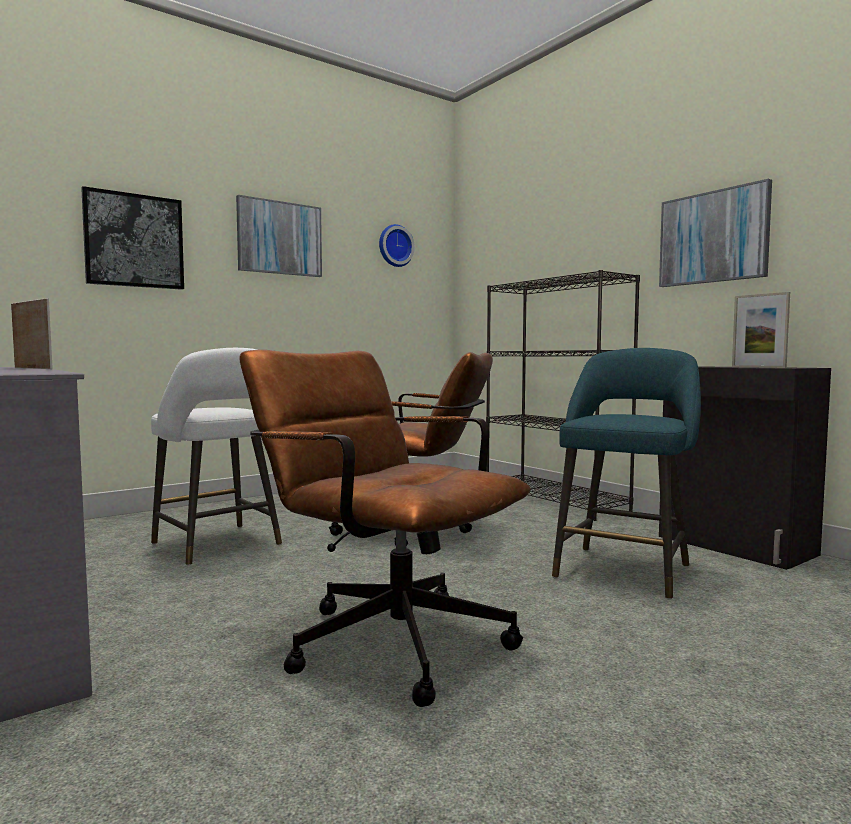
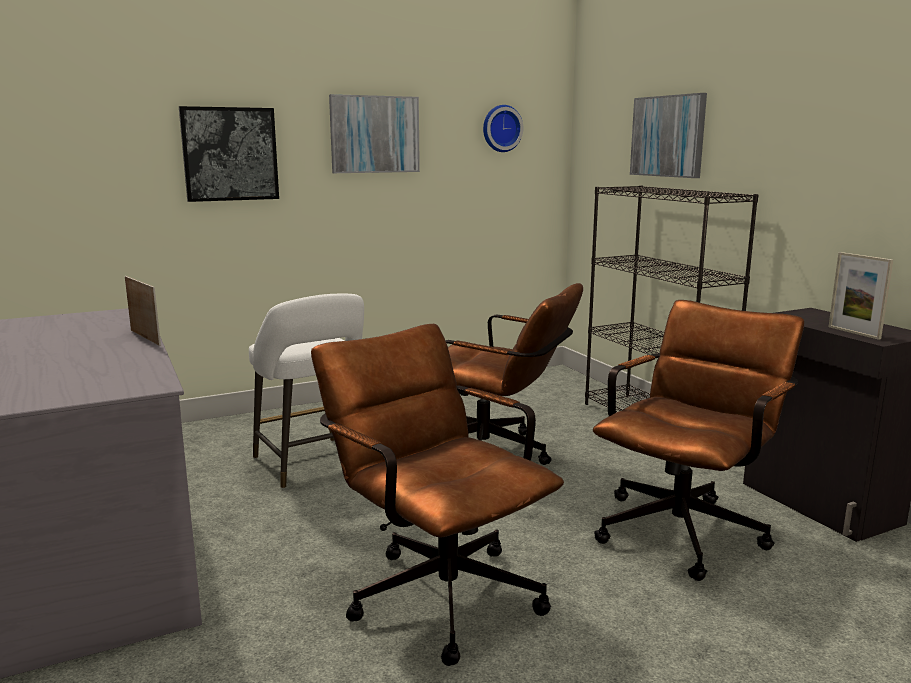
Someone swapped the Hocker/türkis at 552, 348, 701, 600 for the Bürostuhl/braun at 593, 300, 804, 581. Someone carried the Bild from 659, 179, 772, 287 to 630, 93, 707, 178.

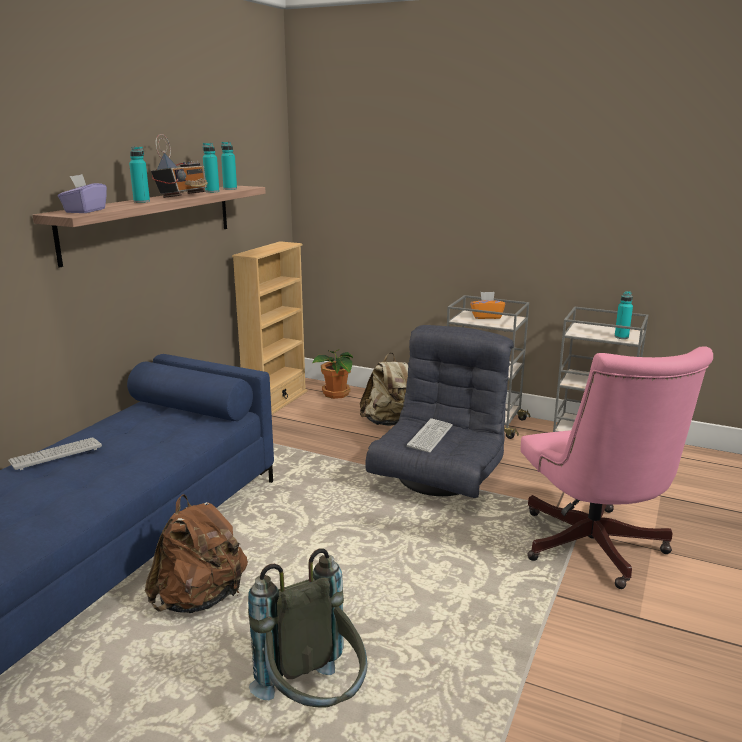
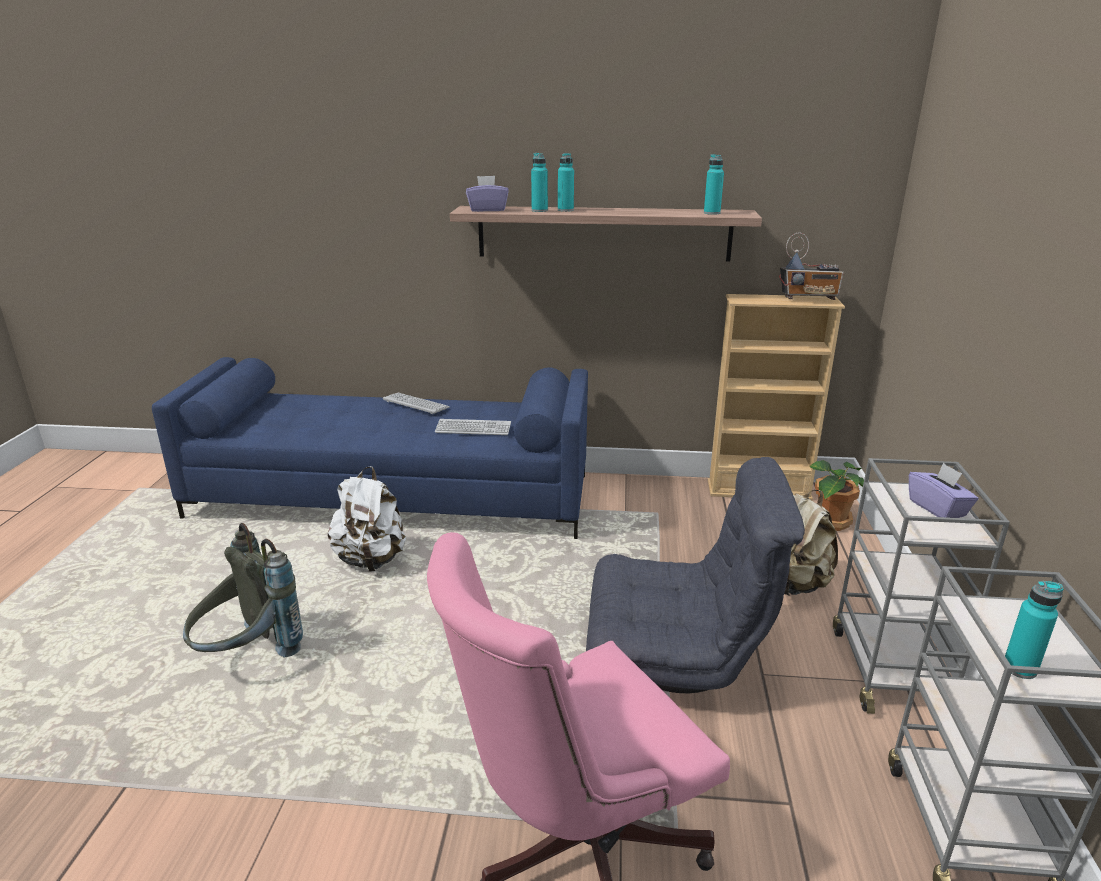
Someone repainted the Rucksack/braun at 145, 495, 248, 613, which became the Rucksack/weiß at 328, 466, 406, 572. Someone carried the Radio from 151, 134, 208, 198 to 779, 233, 844, 300. Someone carried the Flasche/türkis from 203, 143, 220, 193 to 531, 153, 548, 212. Someone carried the Tastatur from 407, 418, 453, 453 to 435, 419, 511, 435. Someone repainted the Taschentuchbox/orange at 470, 292, 505, 319, which became the Taschentuchbox/lila at 909, 463, 978, 518.

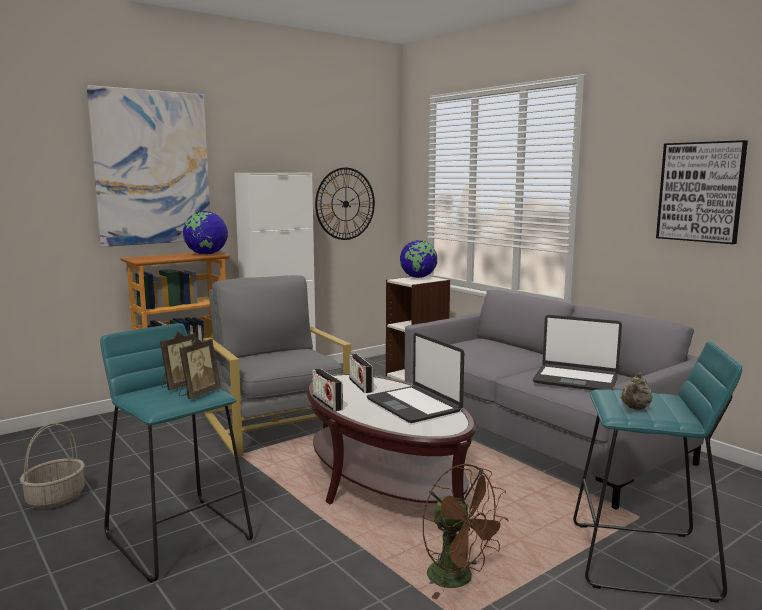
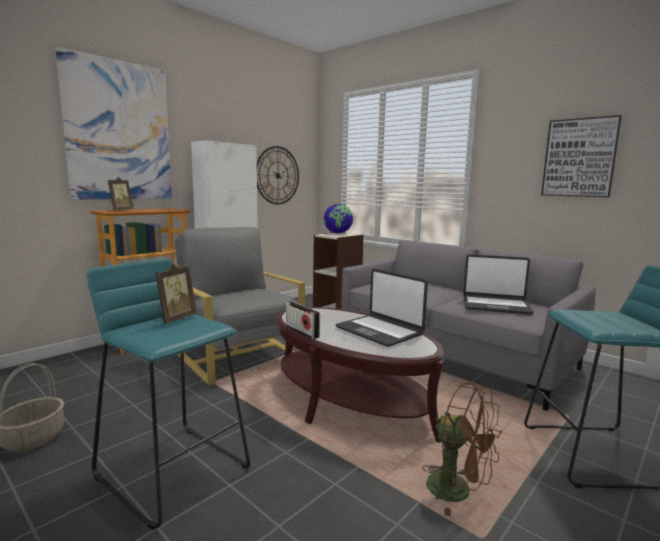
Someone carried the Bilderrahmen from 179, 337, 220, 399 to 108, 177, 134, 211. Someone took away the Globus at 183, 211, 228, 255. Someone took away the Radio at 349, 354, 373, 393. Someone took away the Teekanne/beige at 621, 373, 652, 410.

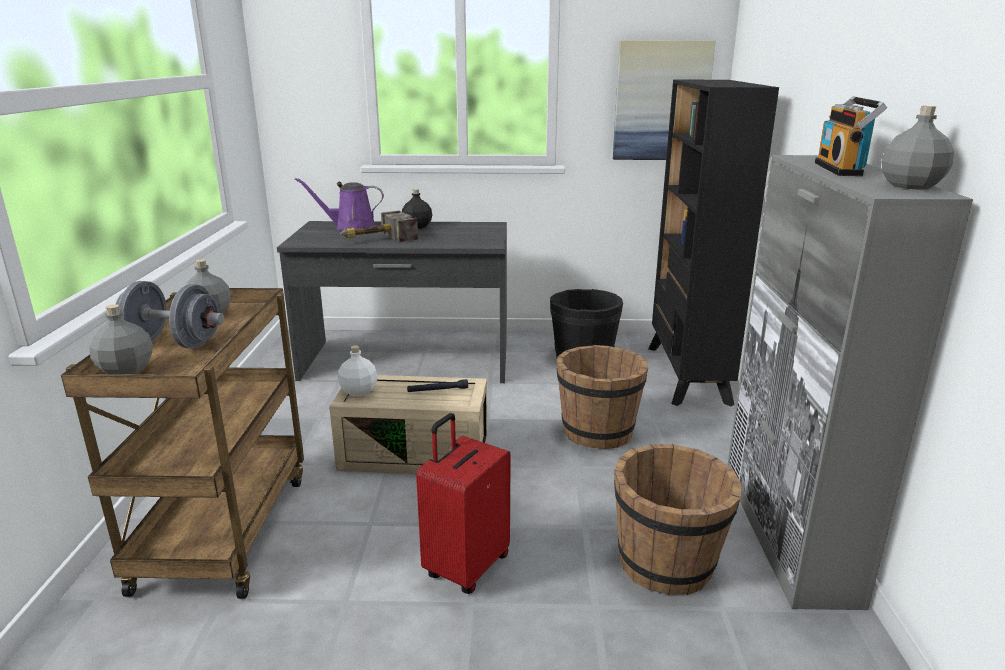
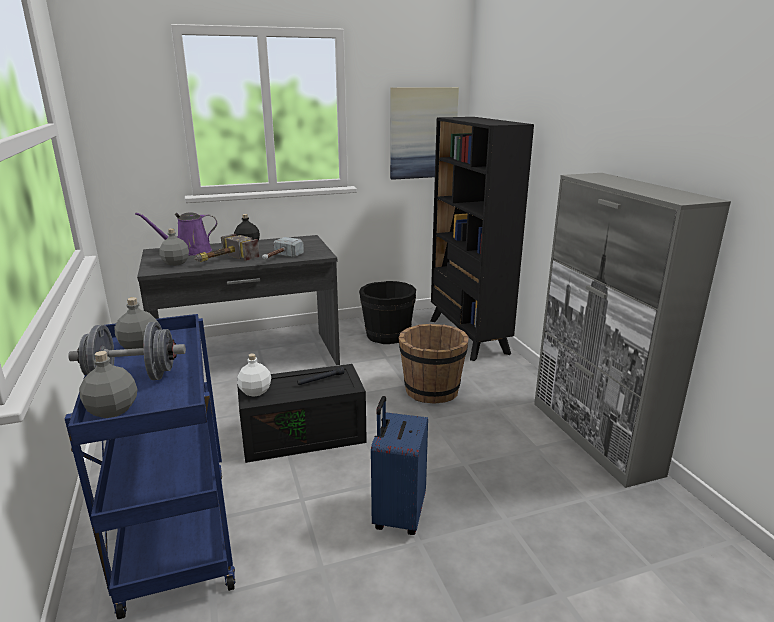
Someone repainted the Rollwagen/braun at 61, 288, 304, 599, which became the Rollwagen/blau at 65, 314, 236, 619. Someone repainted the Aufbewahrungsbox/beige at 329, 375, 487, 474, which became the Aufbewahrungsbox/schwarz at 237, 364, 367, 463. Someone repainted the Koffer/rot at 416, 413, 511, 594, which became the Koffer/blau at 371, 396, 428, 535. Someone took away the Eimer/braun at 614, 444, 742, 595. Someone took away the Radio at 815, 96, 887, 176. Someone carried the Flasche/grau from 881, 106, 954, 190 to 159, 228, 189, 266. Someone put down the Hammer at 262, 237, 304, 260.

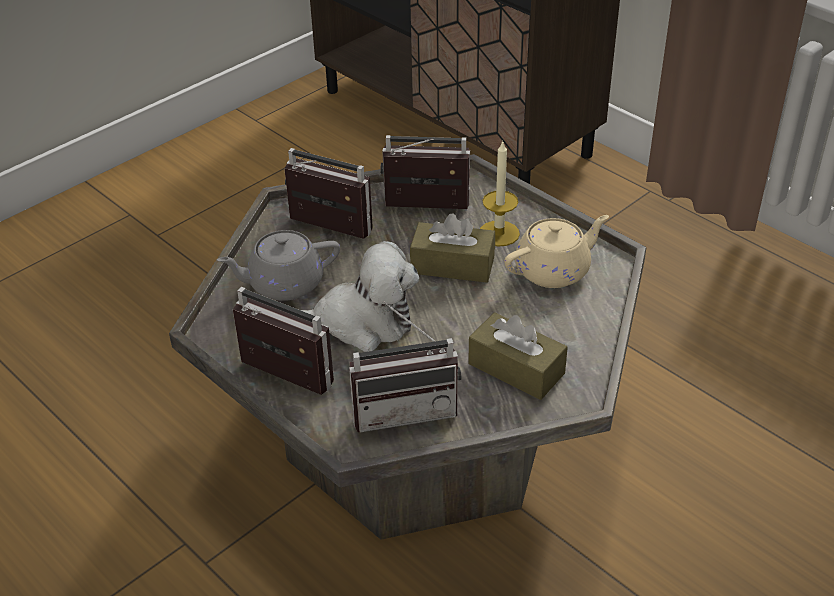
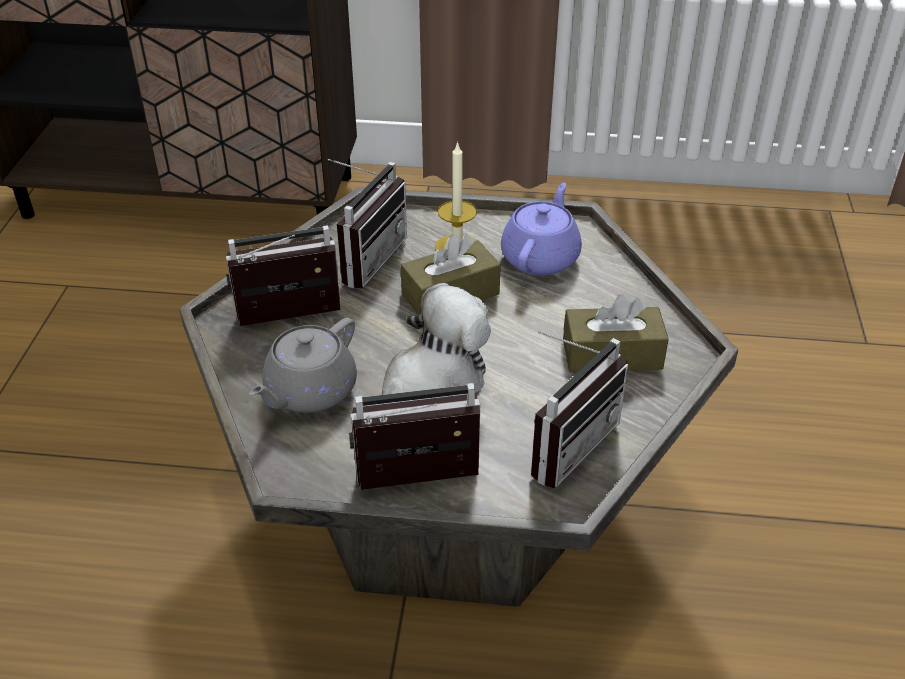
Someone rotated the Radio at 380, 135, 470, 209 by 150 degrees clockwise. Someone repainted the Teekanne/beige at 504, 215, 609, 288, which became the Teekanne/lila at 501, 183, 582, 275.

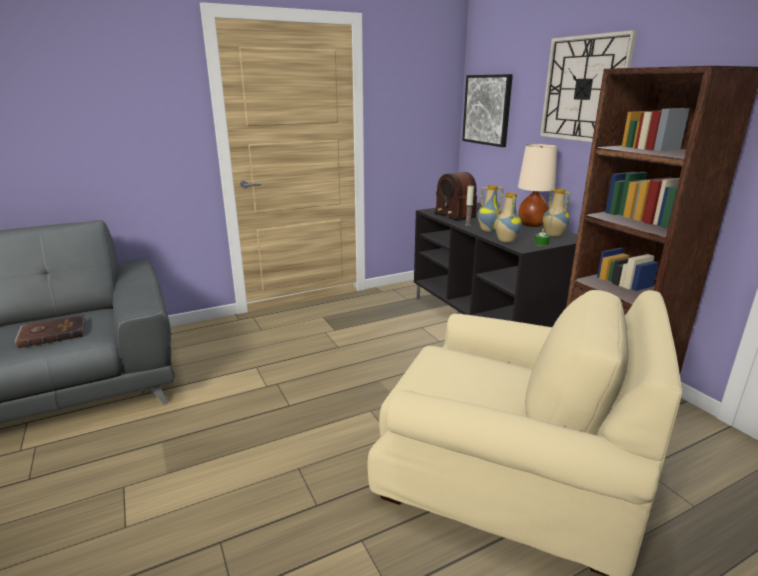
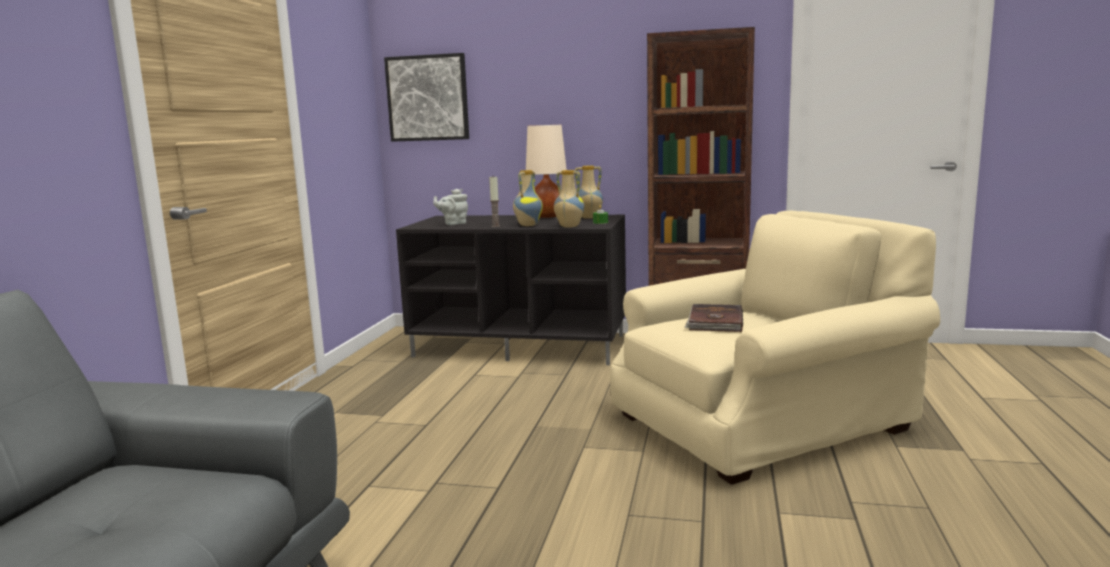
Someone carried the Buch/braun from 15, 315, 86, 348 to 684, 304, 743, 332. Someone swapped the Radio at 434, 172, 478, 221 for the Teekanne/grau at 433, 189, 468, 225. Someone took away the Wanduhr at 540, 30, 637, 142.

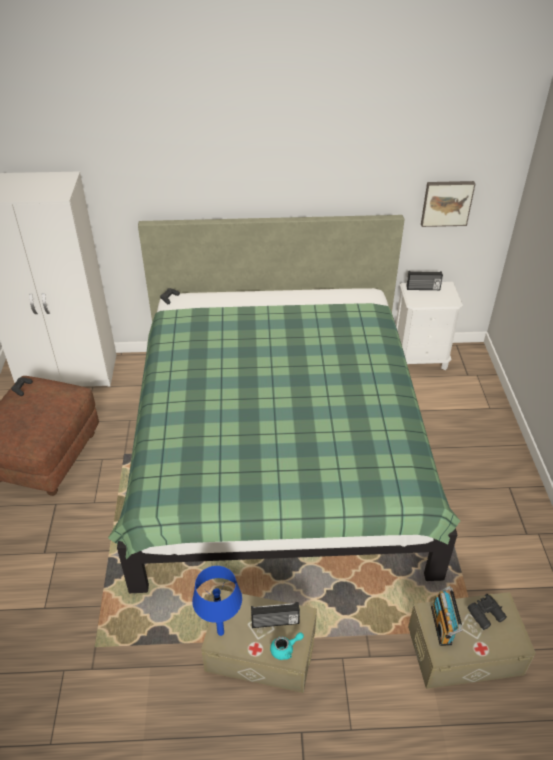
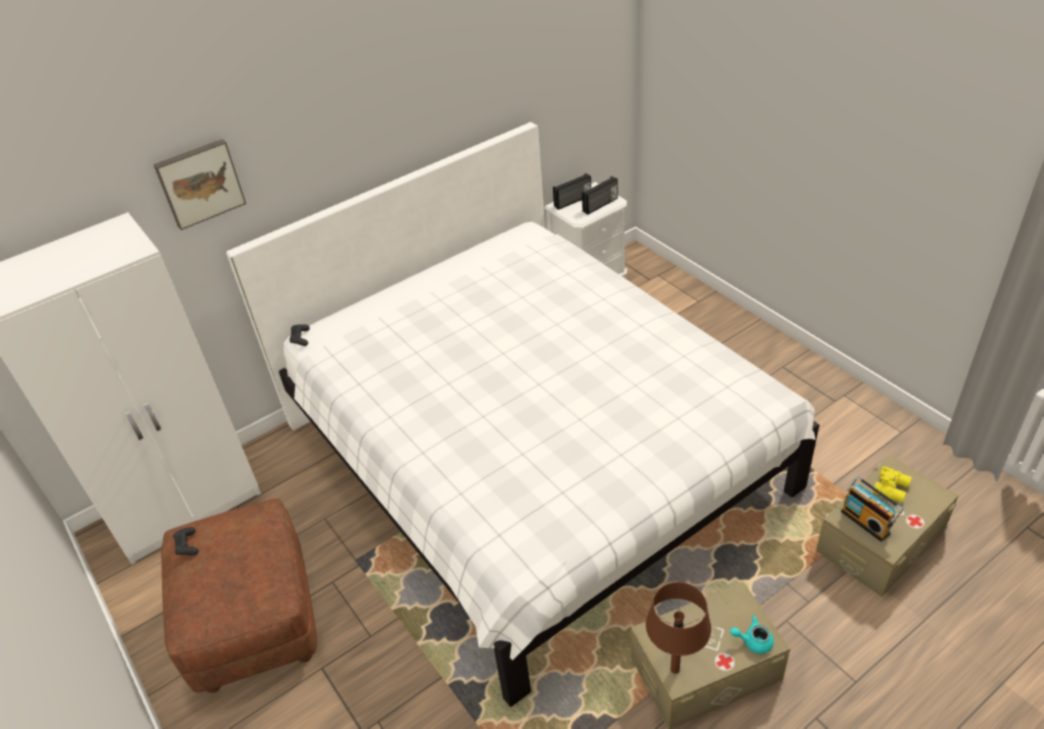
Someone repainted the Bett/grün at 108, 215, 460, 593, which became the Bett/weiß at 226, 122, 819, 707. Someone repainted the Tischlampe/blau at 192, 566, 242, 636, which became the Tischlampe/braun at 646, 582, 711, 674. Someone carried the Radio from 251, 602, 300, 628 to 582, 176, 618, 215. Someone rotated the Teekanne/türkis at 270, 632, 304, 660 by 120 degrees counterclockwise. Someone carried the Bild from 421, 181, 475, 227 to 153, 139, 246, 230. Someone repainted the Fernglas/schwarz at 468, 594, 507, 630, which became the Fernglas/gelb at 873, 466, 912, 503.

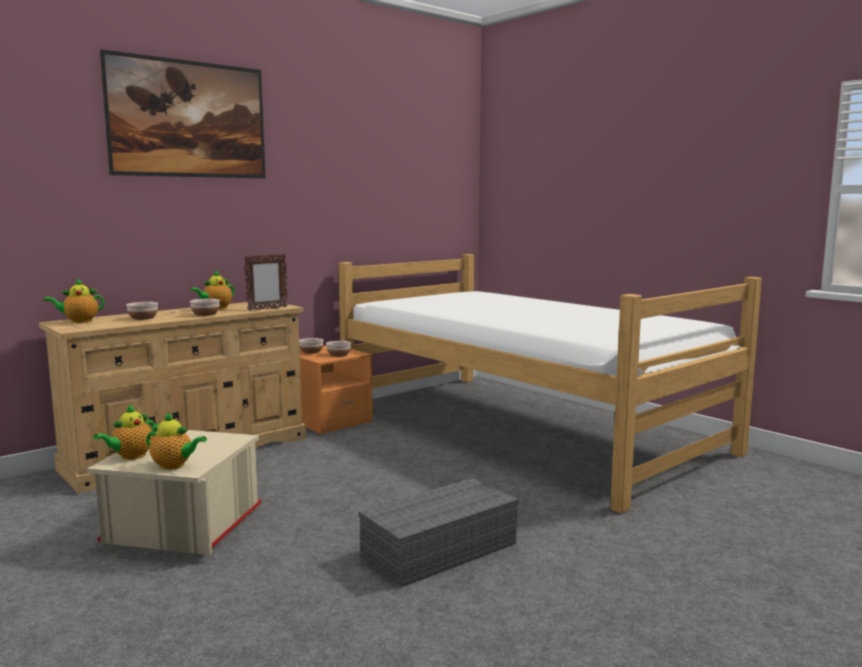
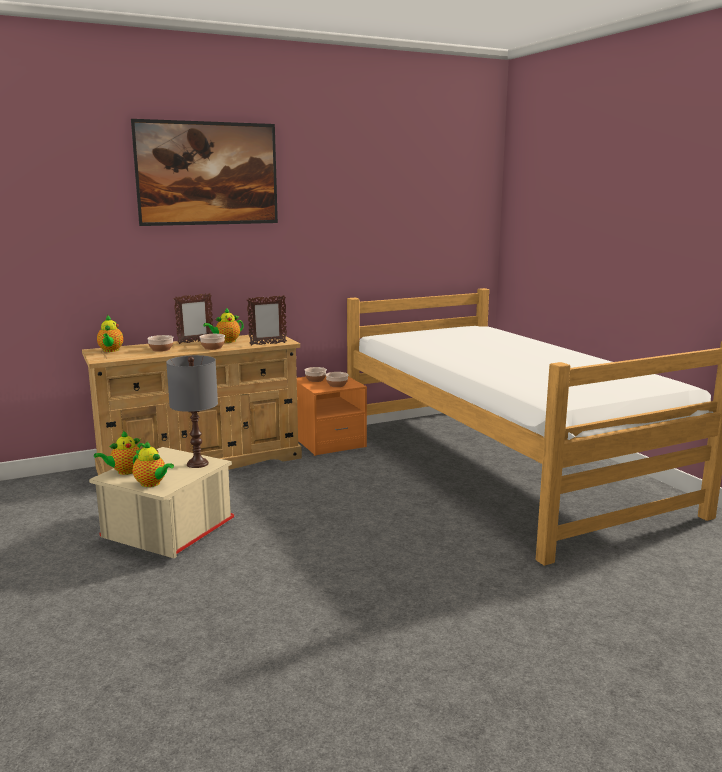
Someone rotated the Teekanne at 44, 278, 104, 323 by 90 degrees counterclockwise. Someone took away the Aufbewahrungsbox/grau at 358, 478, 519, 588. Someone put down the Tischlampe/grau at 166, 355, 218, 468. Someone put down the Bilderrahmen at 174, 293, 213, 344.

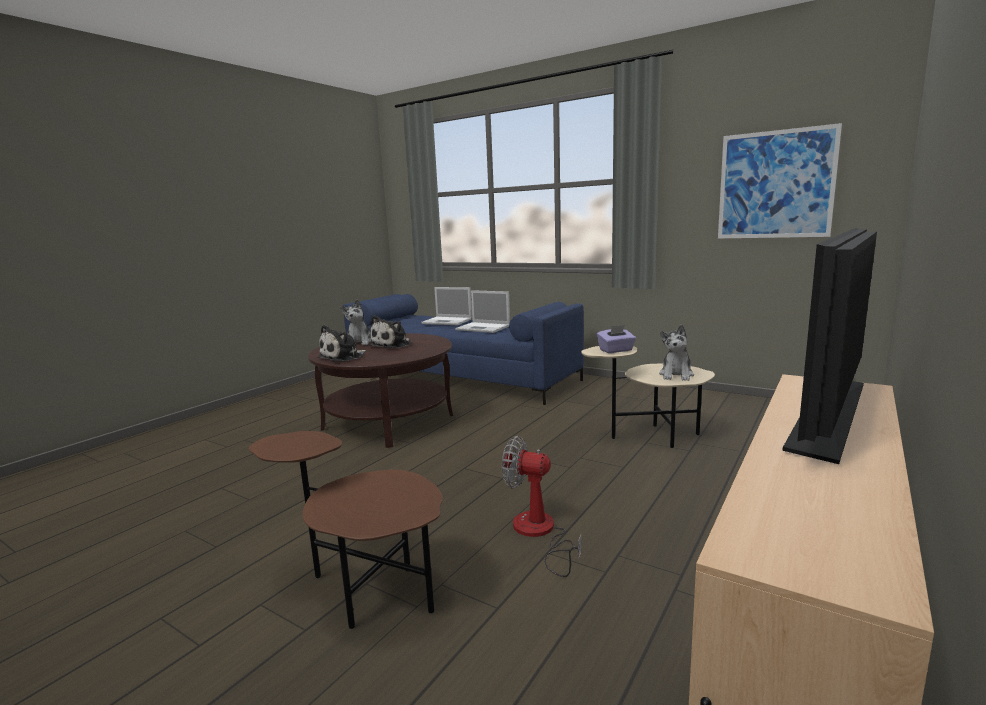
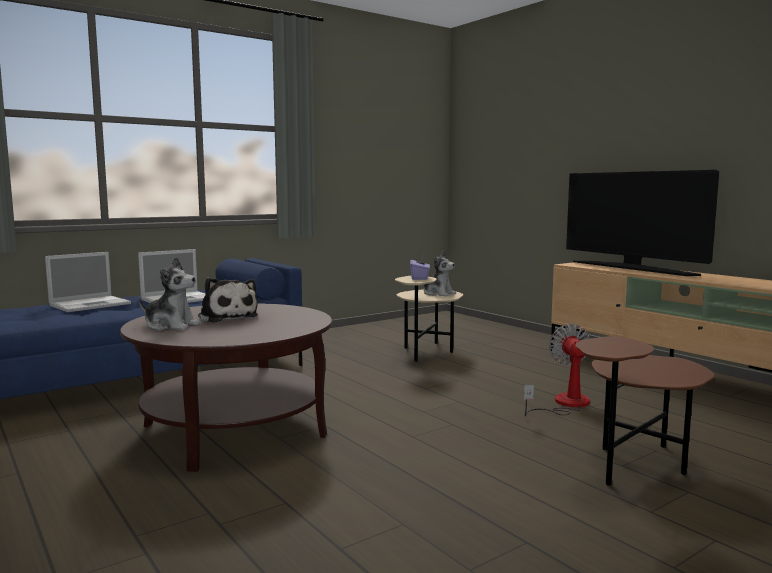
Someone took away the Plüschtier at 318, 325, 366, 361. Someone rotated the Ventilator at 502, 436, 581, 577 by 135 degrees clockwise. Someone took away the Bild at 718, 123, 842, 239.

